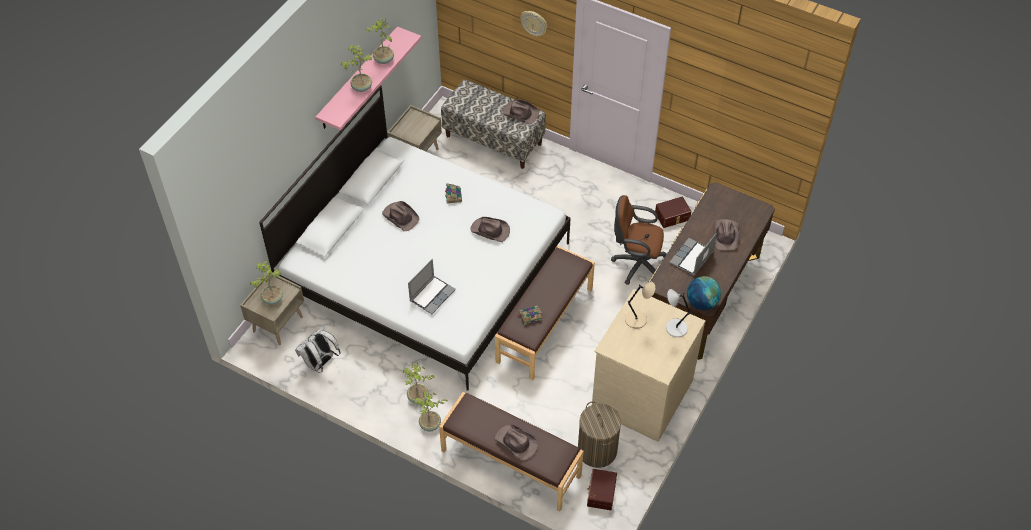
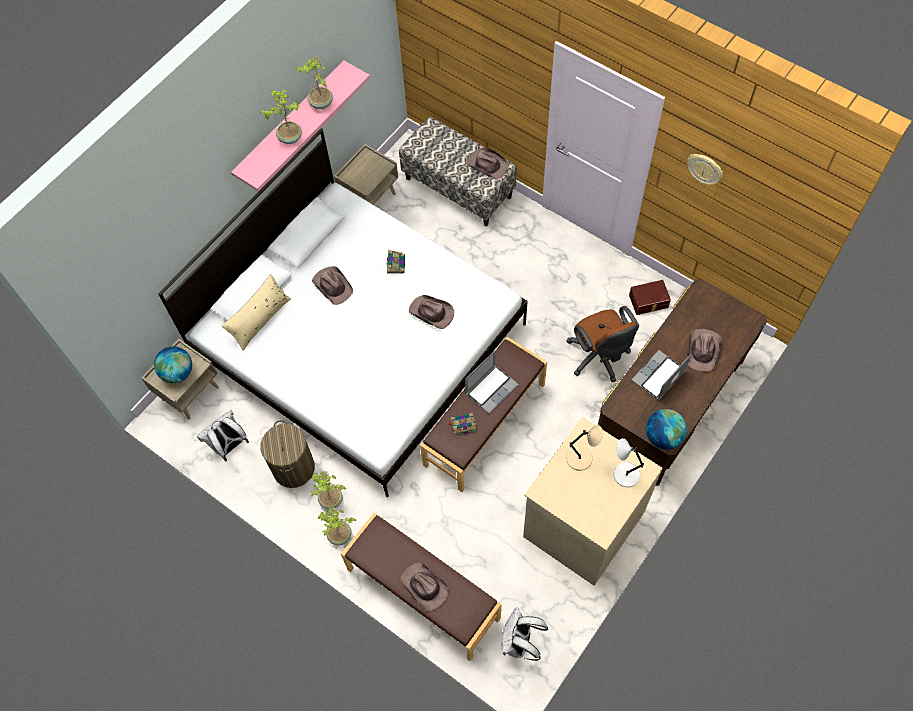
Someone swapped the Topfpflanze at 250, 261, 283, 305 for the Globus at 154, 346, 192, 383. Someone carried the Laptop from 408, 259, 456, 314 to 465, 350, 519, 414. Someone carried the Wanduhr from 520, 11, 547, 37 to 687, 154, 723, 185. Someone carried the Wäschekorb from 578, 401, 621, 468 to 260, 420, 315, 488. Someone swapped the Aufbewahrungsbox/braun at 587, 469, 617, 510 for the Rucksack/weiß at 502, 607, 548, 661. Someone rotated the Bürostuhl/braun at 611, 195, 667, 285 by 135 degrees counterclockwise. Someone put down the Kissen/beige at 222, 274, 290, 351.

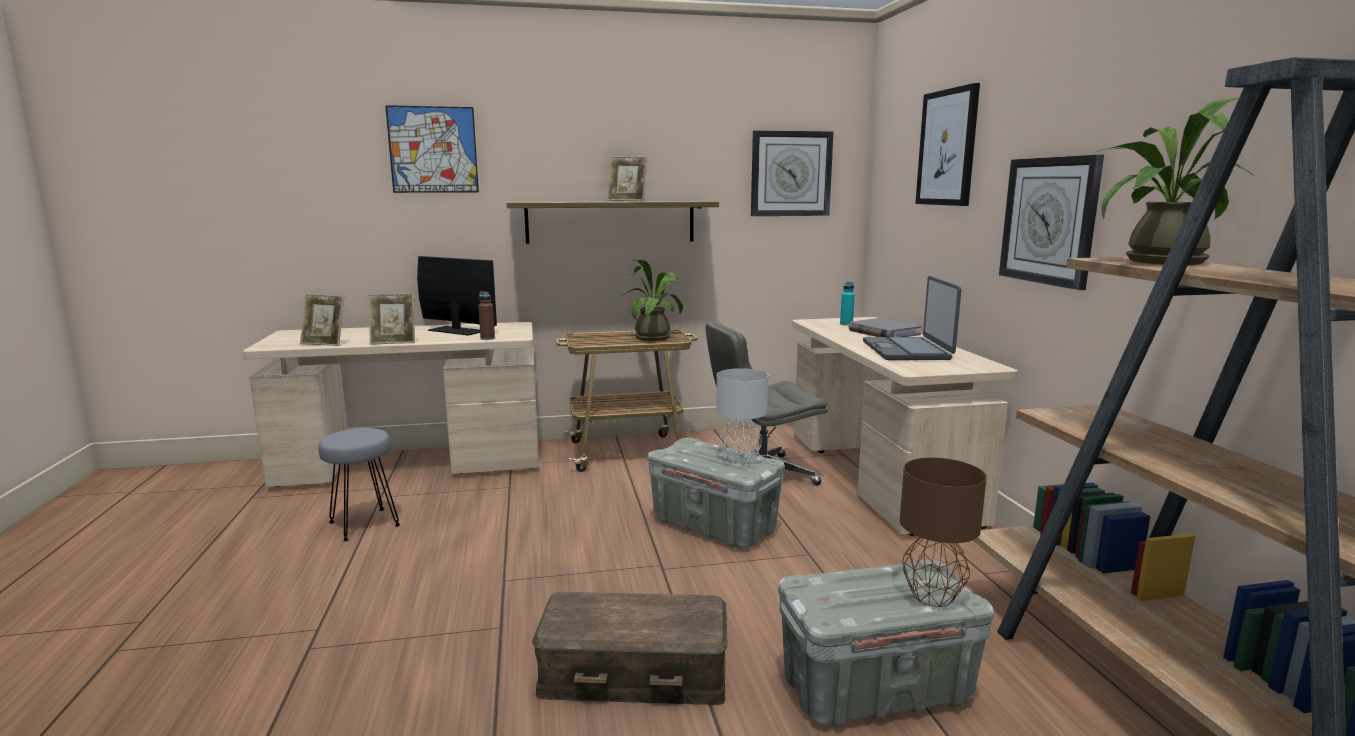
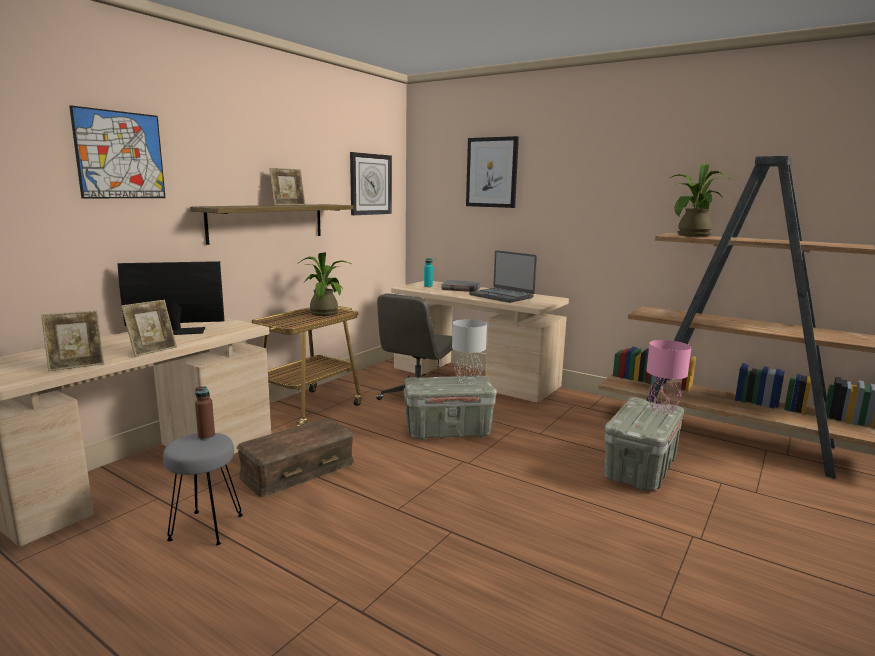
Someone carried the Flasche/braun from 478, 291, 495, 340 to 195, 386, 215, 440. Someone carried the Aufbewahrungsbox/braun from 532, 592, 727, 705 to 237, 418, 354, 497. Someone repainted the Tischlampe/braun at 900, 458, 987, 607, which became the Tischlampe/rosa at 646, 340, 691, 414. Someone took away the Wanduhr at 999, 155, 1104, 290.

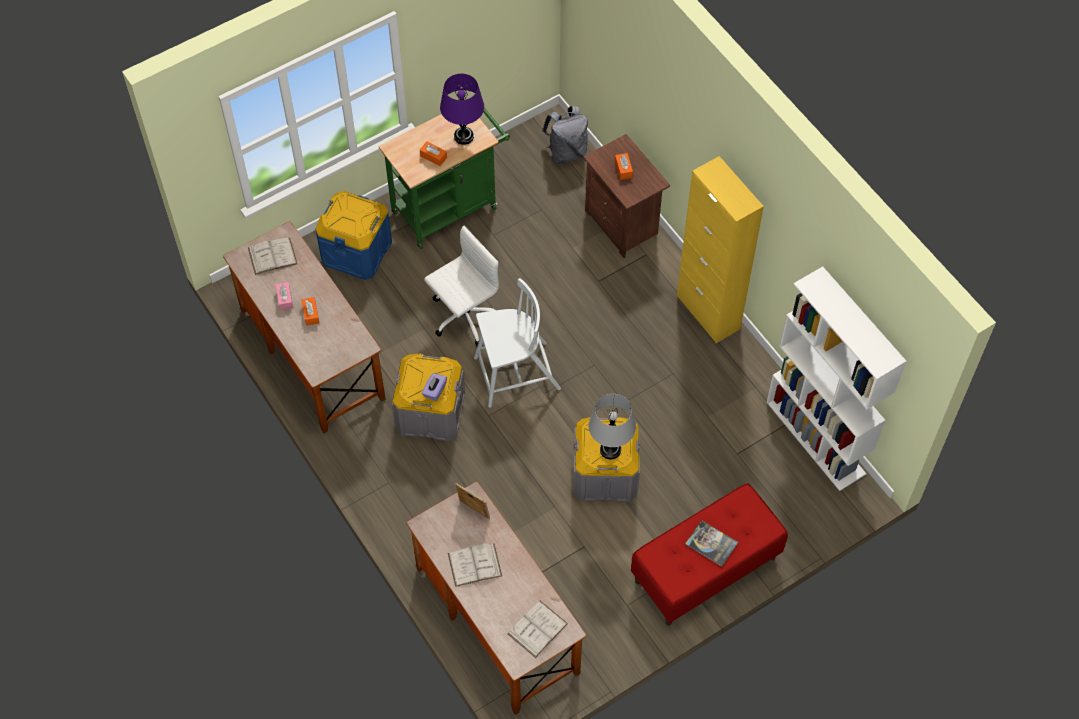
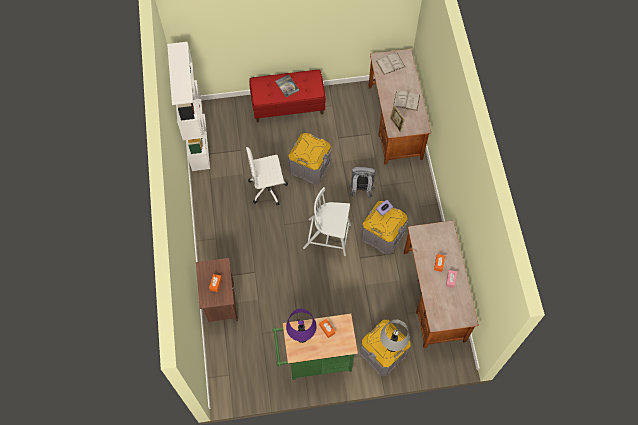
Someone took away the Buch/weiß at 248, 237, 297, 275. Someone repainted the Aufbewahrungsbox/blau at 315, 191, 392, 280, which became the Aufbewahrungsbox/grau at 360, 320, 411, 376. Someone carried the Bürostuhl/weiß from 424, 225, 499, 346 to 246, 147, 288, 206. Someone carried the Rucksack/grau from 542, 106, 588, 164 to 349, 167, 375, 199. Someone carried the Tischlampe/grau from 588, 394, 636, 459 to 380, 320, 409, 352. Someone took away the Schrank/gelb at 677, 156, 764, 343.

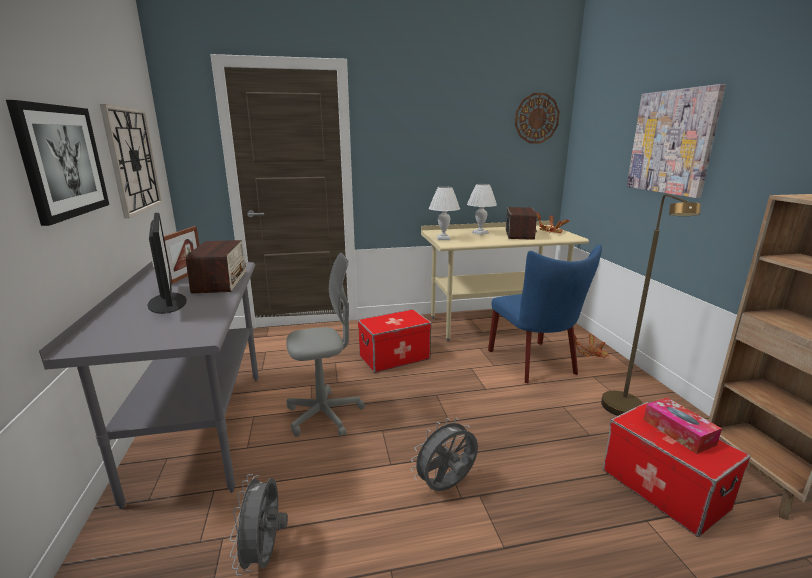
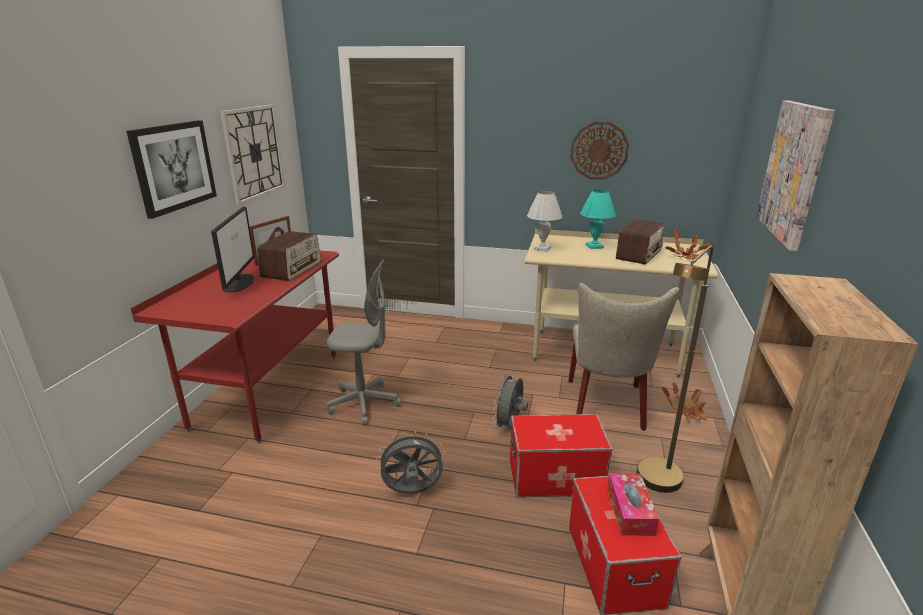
Someone repainted the Schreibtisch/grau at 39, 261, 259, 509, which became the Schreibtisch/rot at 131, 251, 339, 443. Someone carried the Ventilator/grau from 230, 474, 288, 576 to 492, 372, 528, 430. Someone carried the Aufbewahrungsbox from 358, 309, 432, 373 to 510, 414, 612, 497. Someone repainted the Tischlampe/weiß at 467, 184, 497, 235, which became the Tischlampe/türkis at 580, 189, 616, 249. Someone repainted the Stuhl/blau at 488, 245, 602, 383, which became the Stuhl/beige at 568, 283, 680, 431. Someone carried the Wanduhr from 515, 93, 560, 143 to 570, 122, 629, 180.

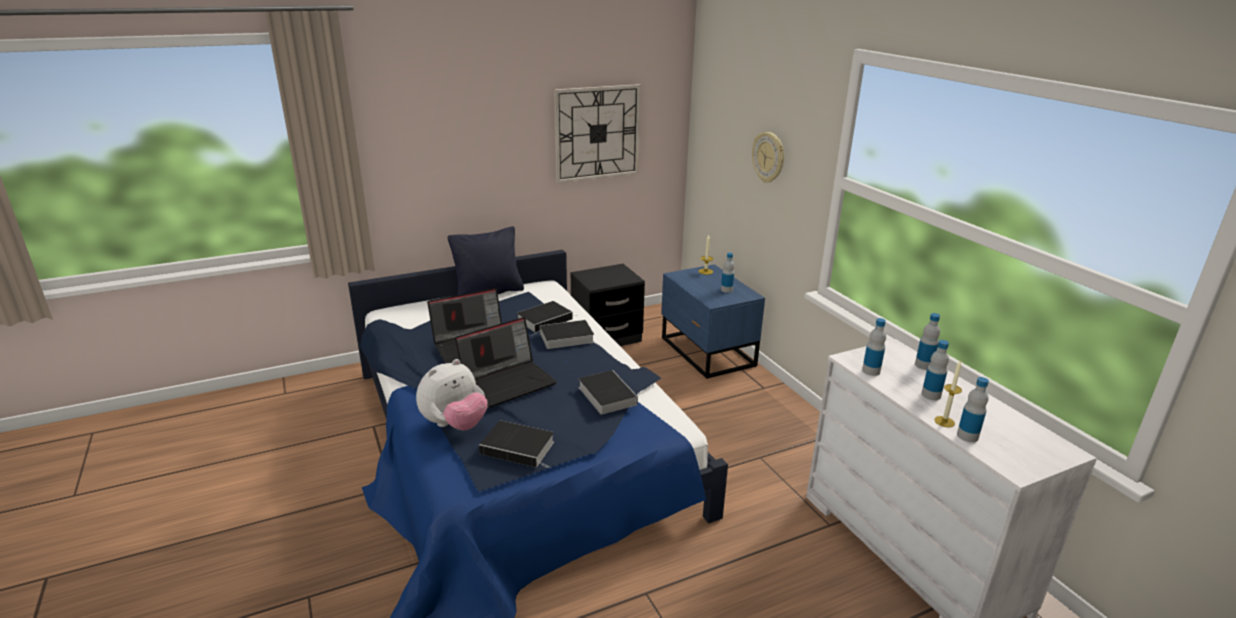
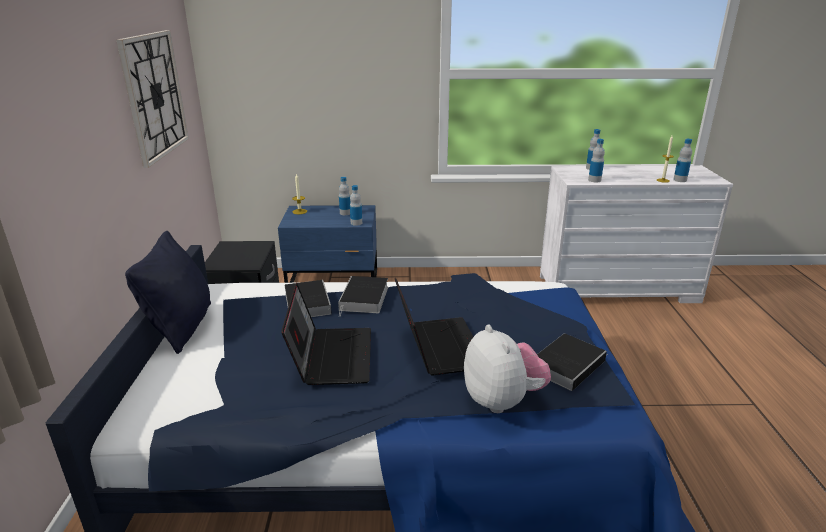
Someone took away the Buch at 578, 370, 638, 415. Someone took away the Wanduhr at 752, 132, 784, 183. Someone carried the Flasche from 921, 340, 949, 400 to 350, 185, 362, 226.

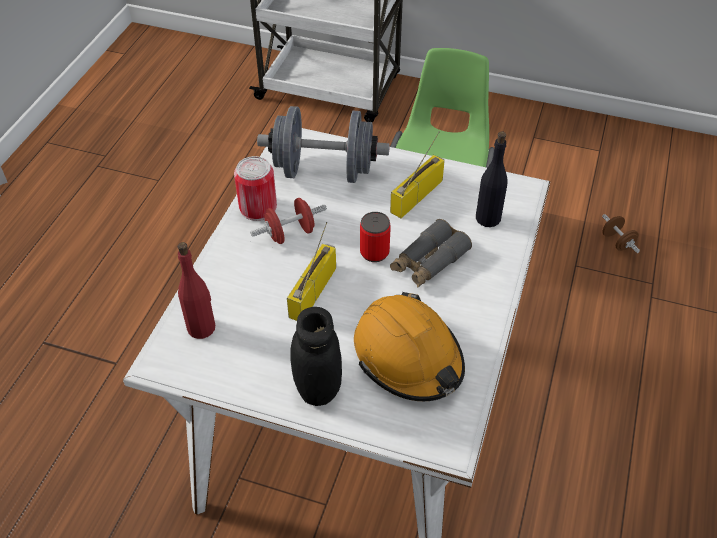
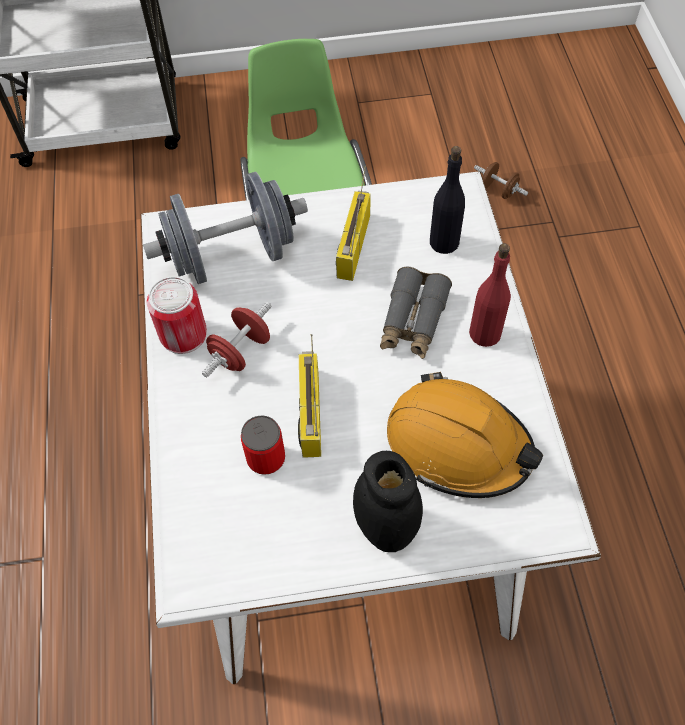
Someone carried the Flasche/rot from 178, 242, 215, 339 to 469, 243, 511, 347. Someone carried the Dose from 360, 212, 391, 262 to 241, 415, 285, 475.

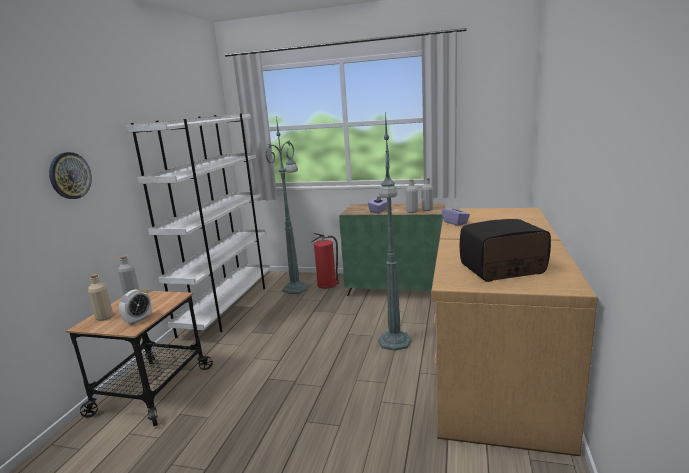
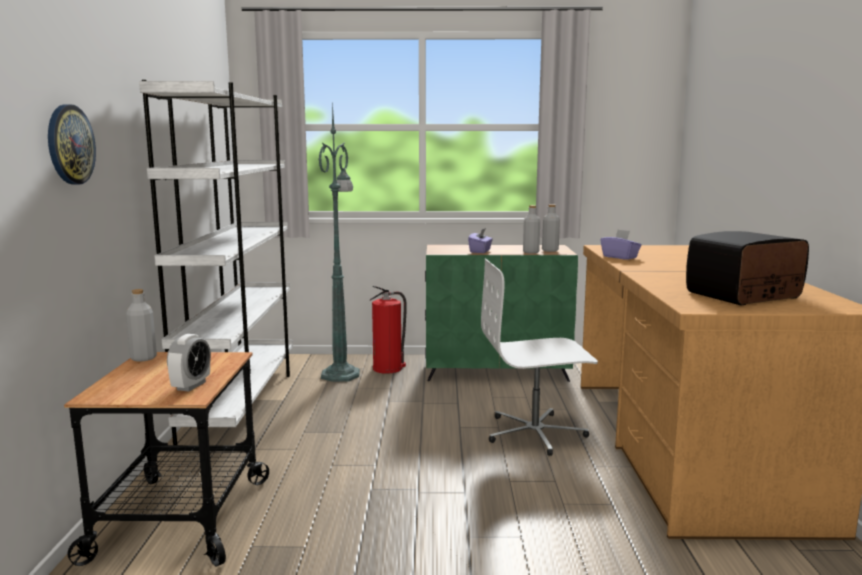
Someone took away the Flasche/beige at 88, 274, 113, 321. Someone swapped the Stehlampe/grün at 378, 111, 412, 351 for the Bürostuhl/weiß at 481, 258, 598, 456.

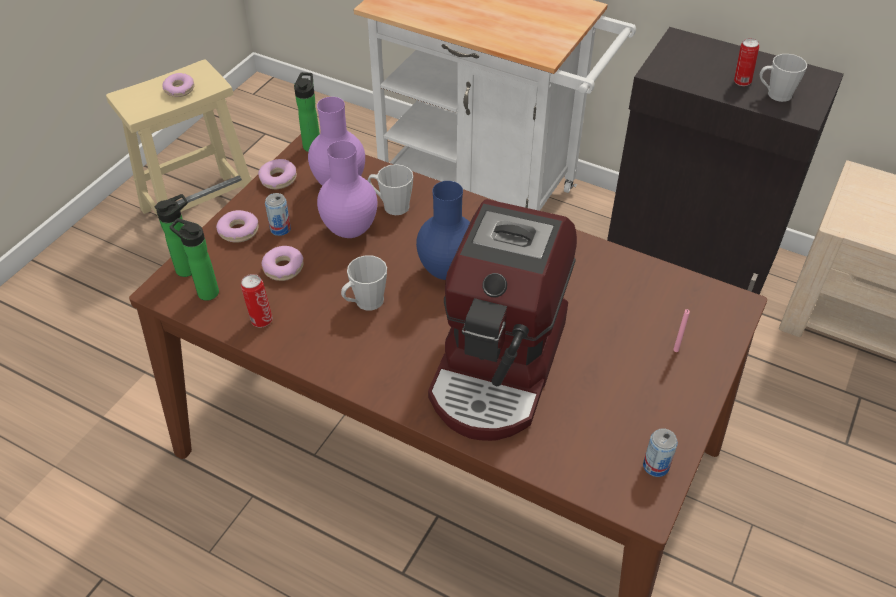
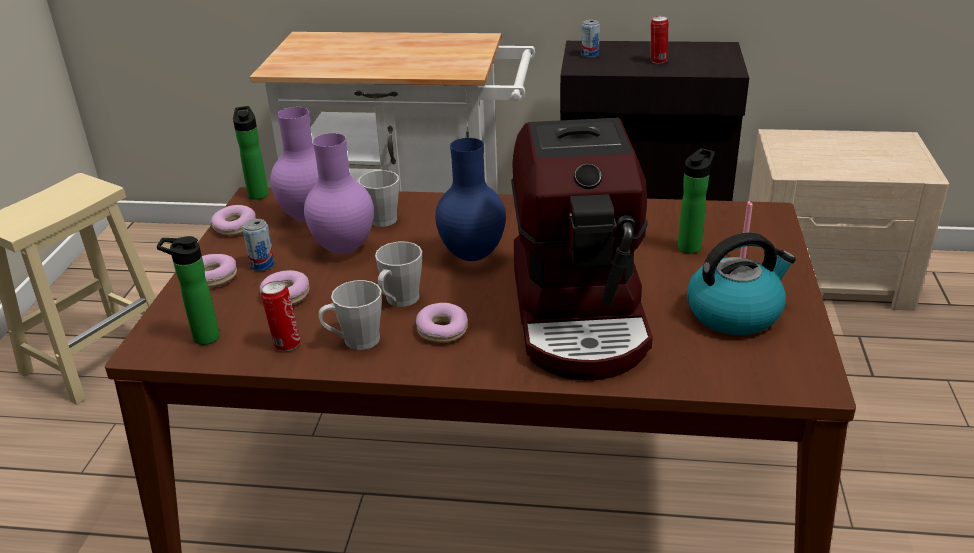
Someone carried the Flasche from 155, 194, 192, 277 to 678, 148, 715, 254. Someone carried the Donut from 162, 73, 195, 97 to 416, 303, 468, 342. Someone carried the Dose from 643, 428, 678, 477 to 581, 20, 600, 58. Someone carried the Henkelbecher/grau from 760, 54, 807, 102 to 318, 280, 382, 350. Someone put down the Wasserkessel at 687, 232, 796, 335.

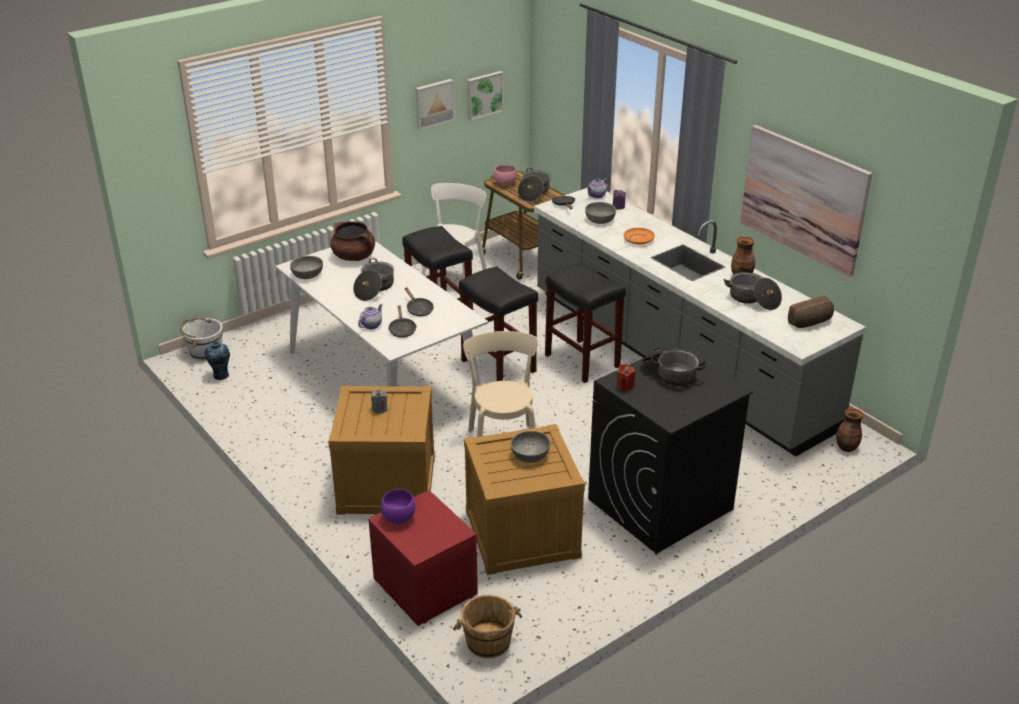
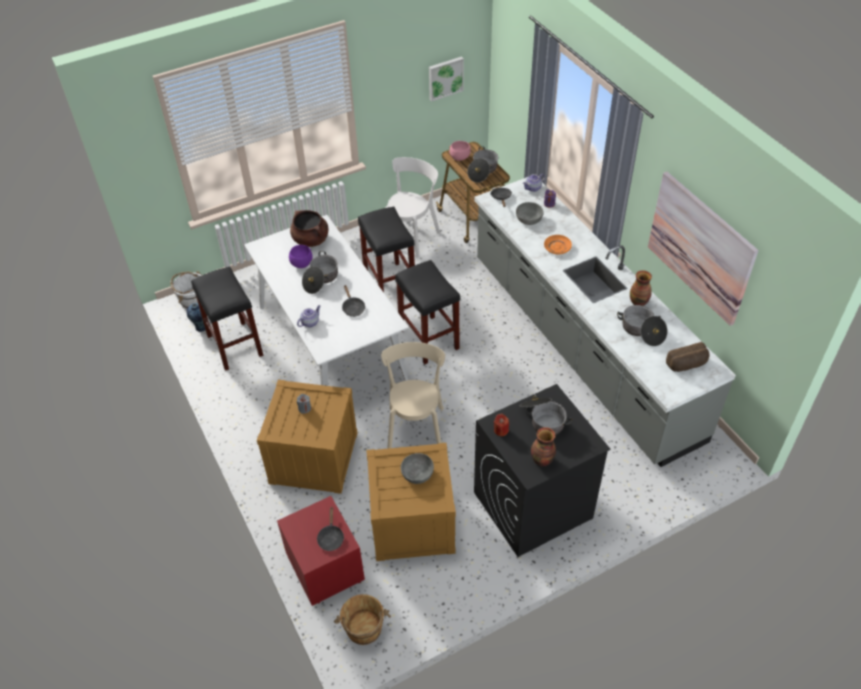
Someone took away the Schüssel/grau at 290, 256, 323, 279. Someone carried the Schüssel/lila from 381, 489, 416, 524 to 289, 245, 313, 268. Someone carried the Pfanne/schwarz from 388, 305, 416, 338 to 317, 506, 344, 551. Someone took away the Bild at 415, 79, 455, 130. Someone carried the Hocker/schwarz from 545, 262, 626, 383 to 191, 266, 263, 371. Someone carried the Vase from 836, 408, 864, 452 to 531, 427, 556, 466.

